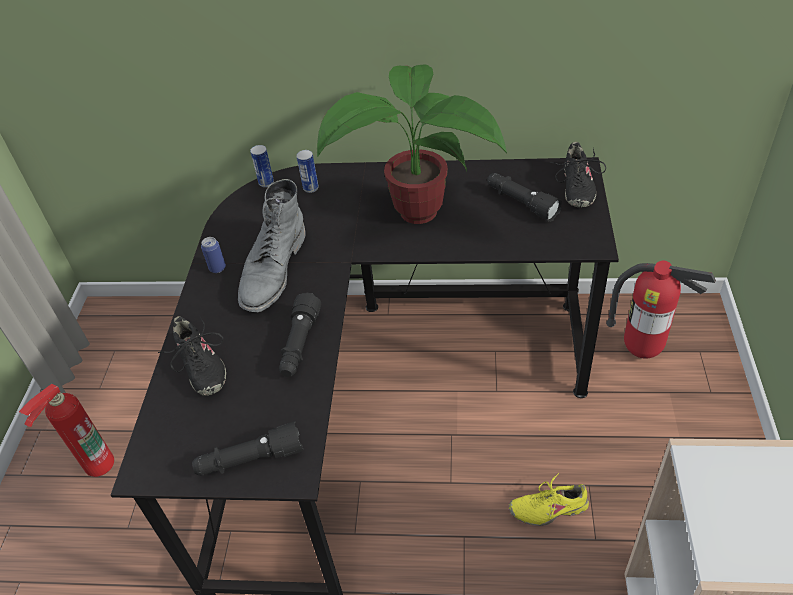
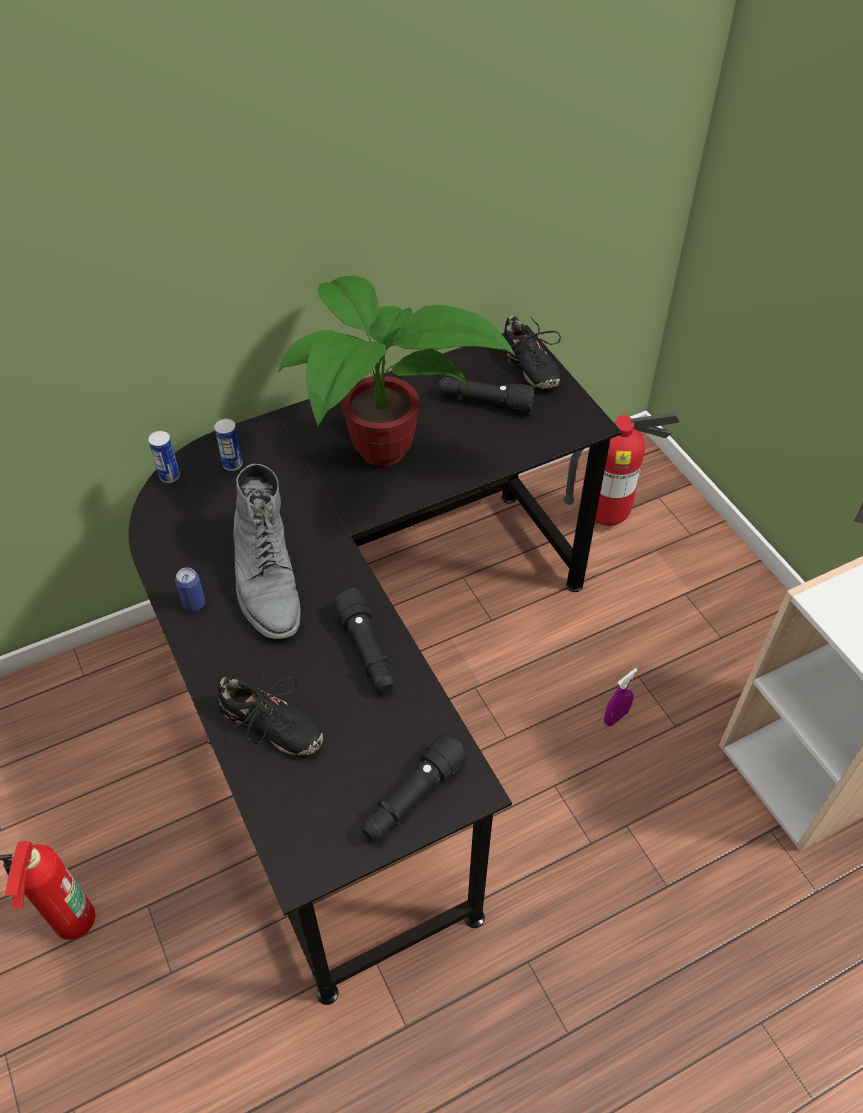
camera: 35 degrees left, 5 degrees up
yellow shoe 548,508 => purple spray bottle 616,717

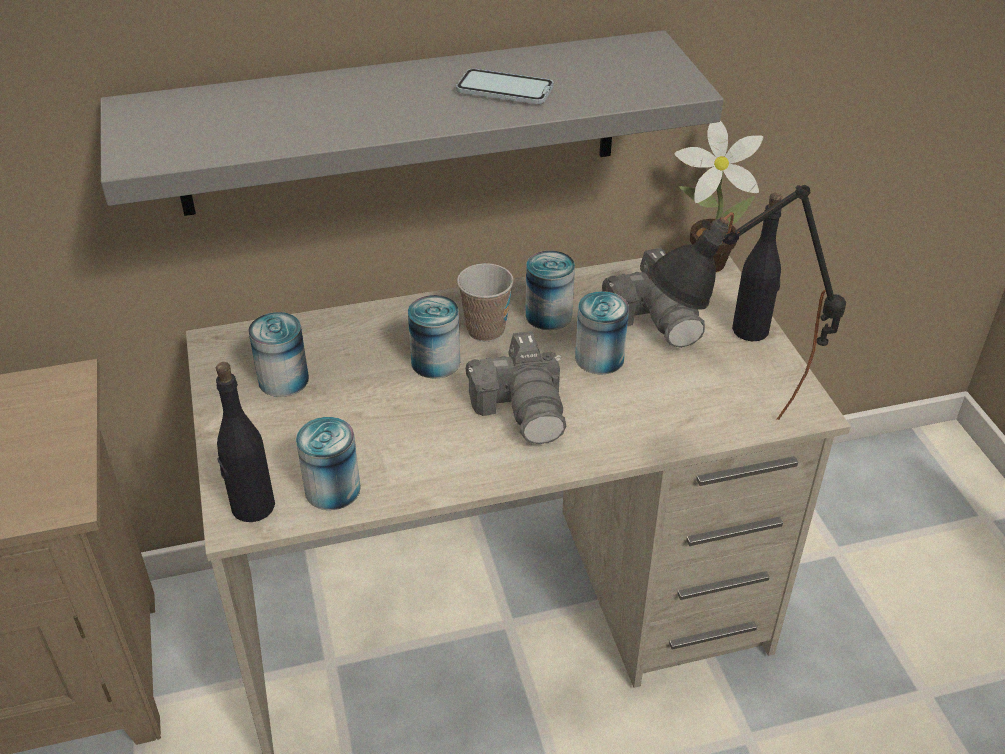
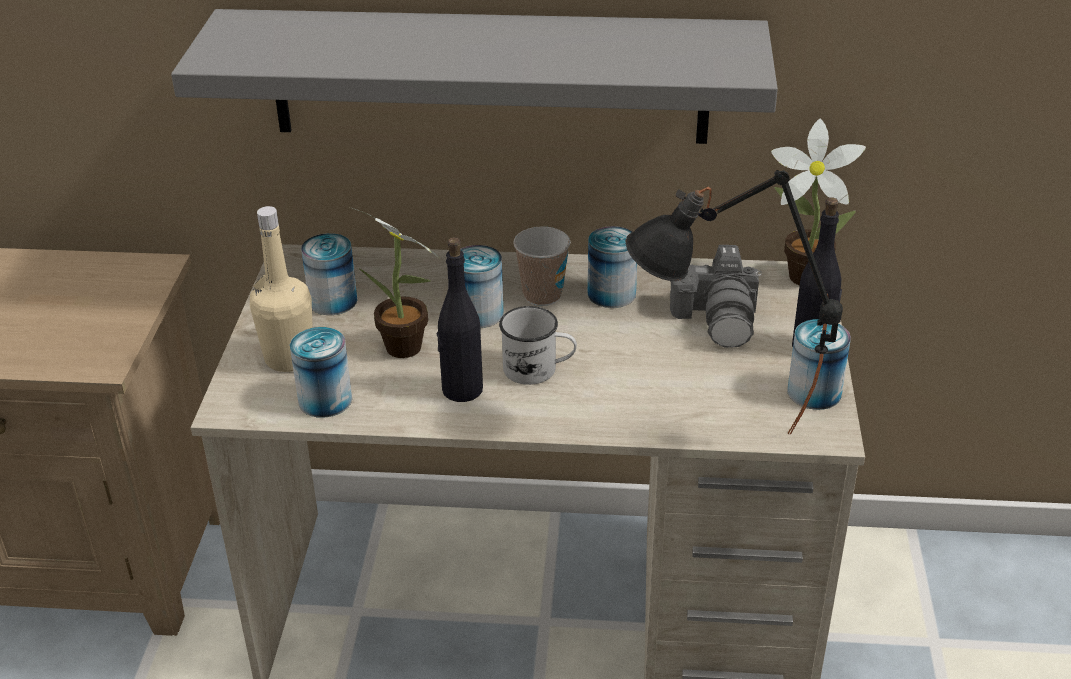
camera: 20 degrees right, 5 degrees down
phone 504,90 => nothing
nothing => beige bottle 289,358
nothing => potted plant 407,351
black bottle 252,507 => black bottle 461,390, relocated
can 599,358 => can 814,392, relocated
photo camera 523,408 => white mug 538,370

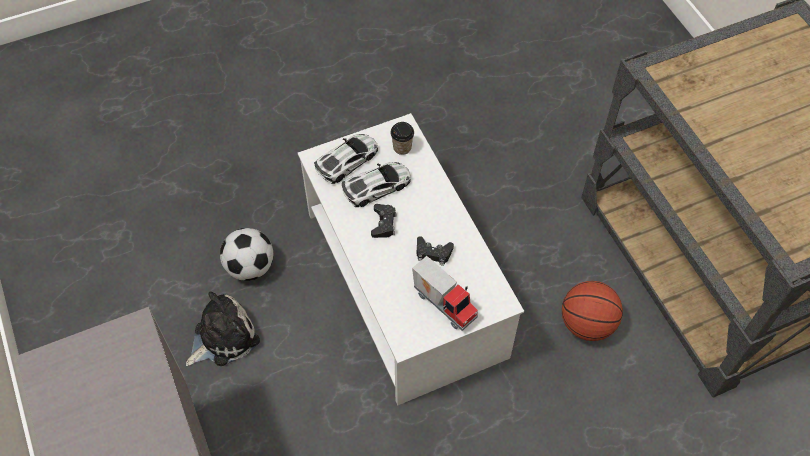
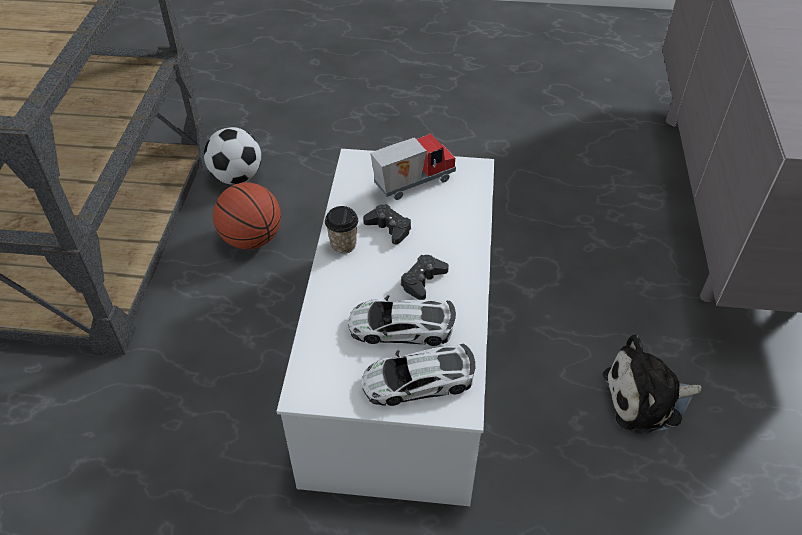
camera: 150 degrees left, 10 degrees down
football 250,267 => football 237,177, relocated
cup 402,147 => cup 343,245, relocated
toy truck 445,303 => toy truck 412,182, 75 degrees clockwise

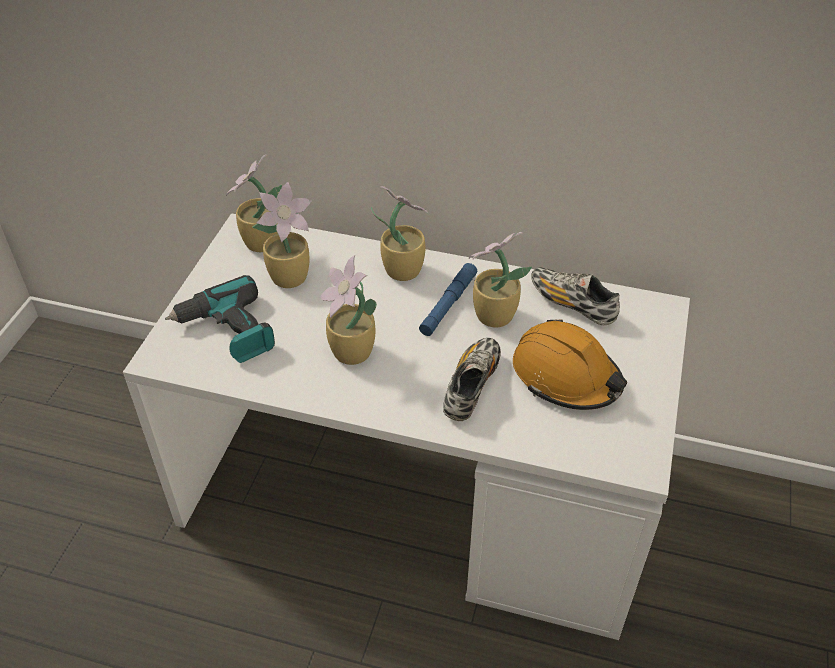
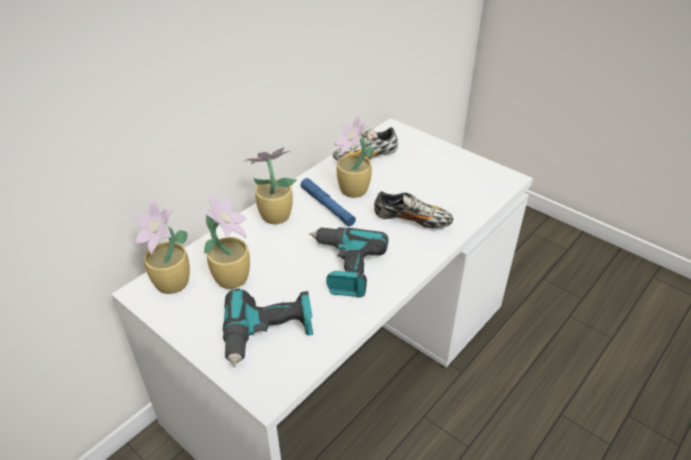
camera: 65 degrees left, 5 degrees down
orange hard hat 566,376 => nothing
potted plant 352,354 => power drill 345,267
shoe 471,386 => shoe 412,220, 150 degrees clockwise

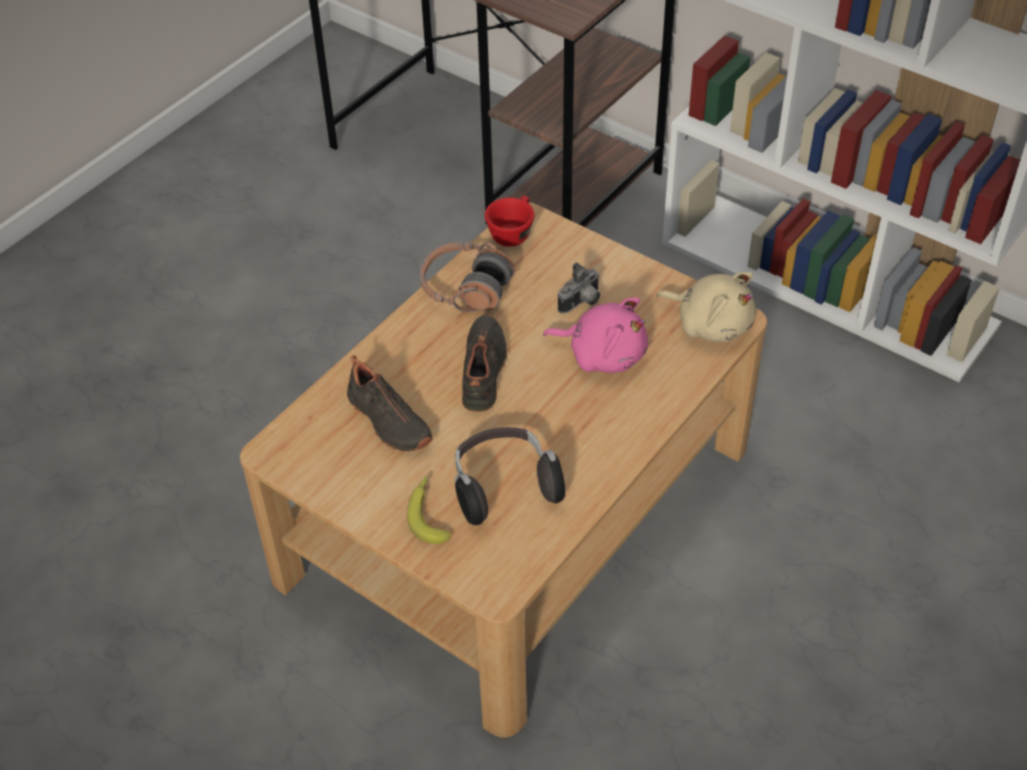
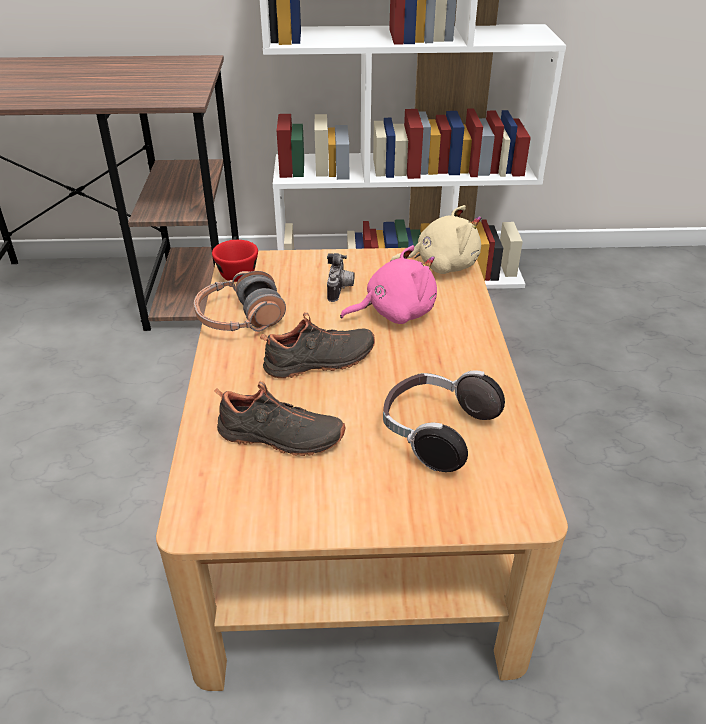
camera: 40 degrees left, 10 degrees down
banana 428,513 => nothing
black shoe 485,371 => black shoe 320,363, 105 degrees clockwise

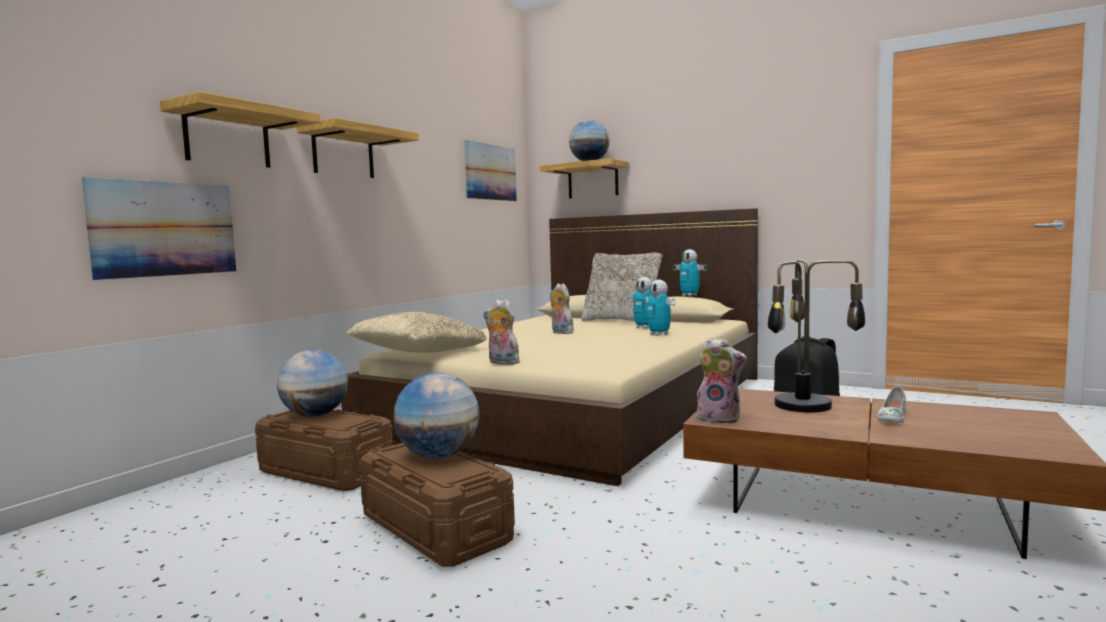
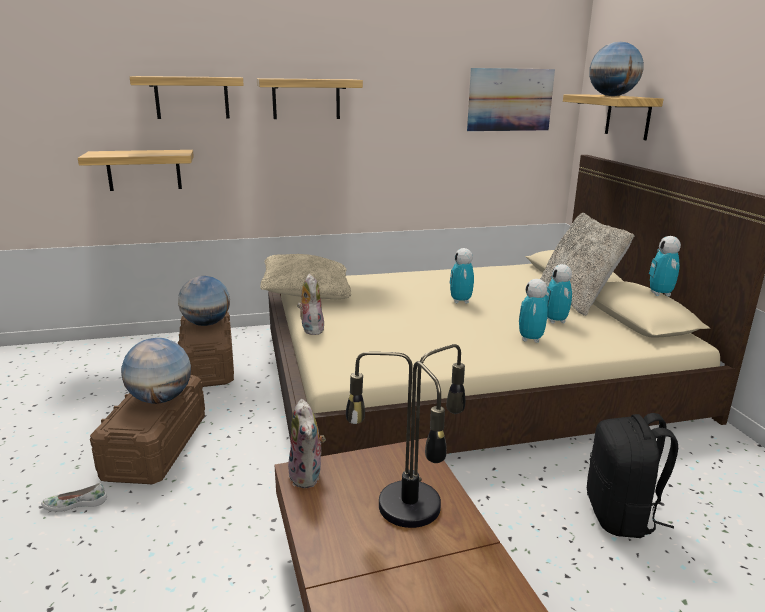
camera: 45 degrees right, 15 degrees up
white shoe 892,417 => white shoe 75,504, relocated
picture 165,229 => shelf 144,170
plush toy 560,333 => toy robot 460,301

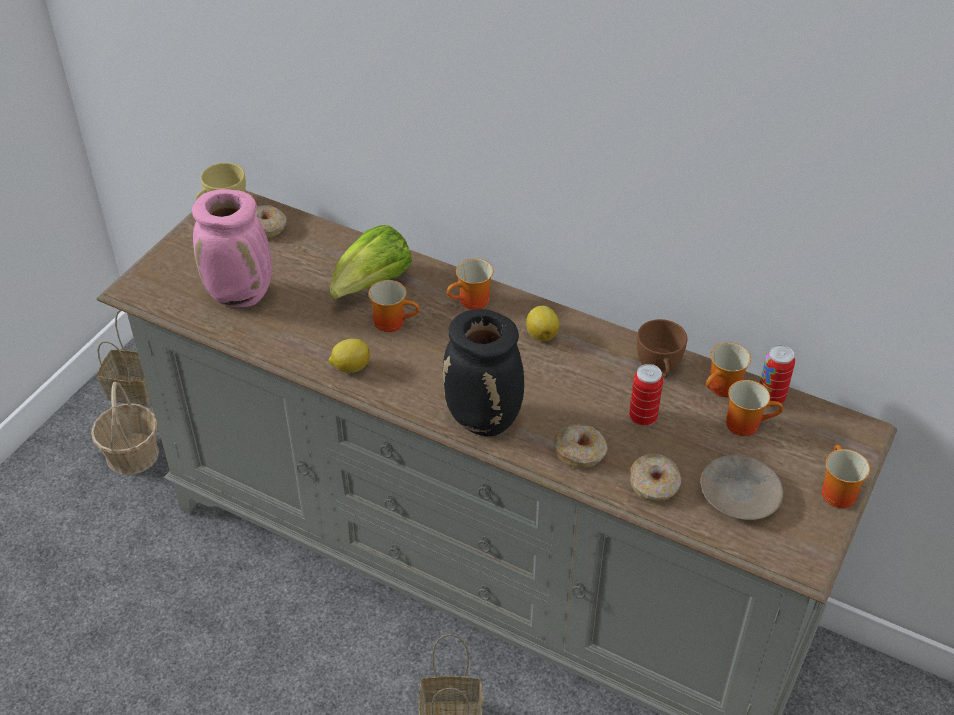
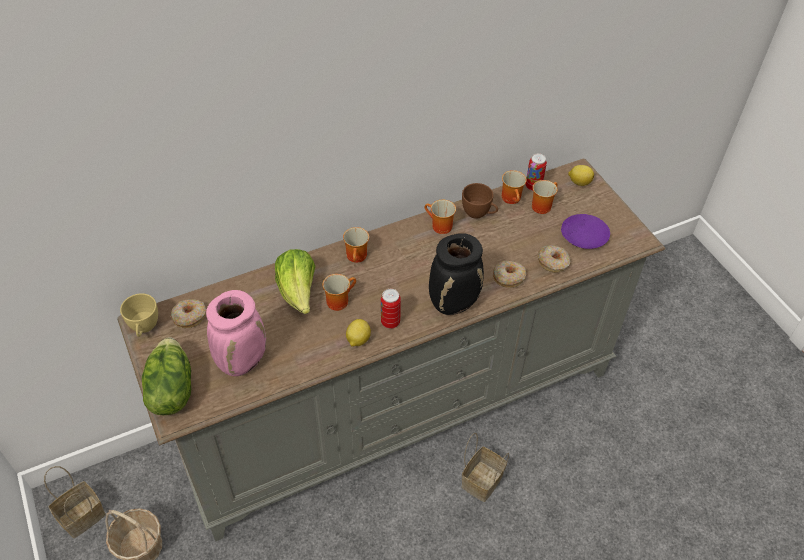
camera: 55 degrees left, 5 degrees up
nothing => lettuce 170,390
lemon 542,334 => lemon 579,182, relocated
can 643,417 => can 390,322, relocated
mug 834,491 => mug 439,226, relocated
beige plate 739,493 => purple plate 583,236

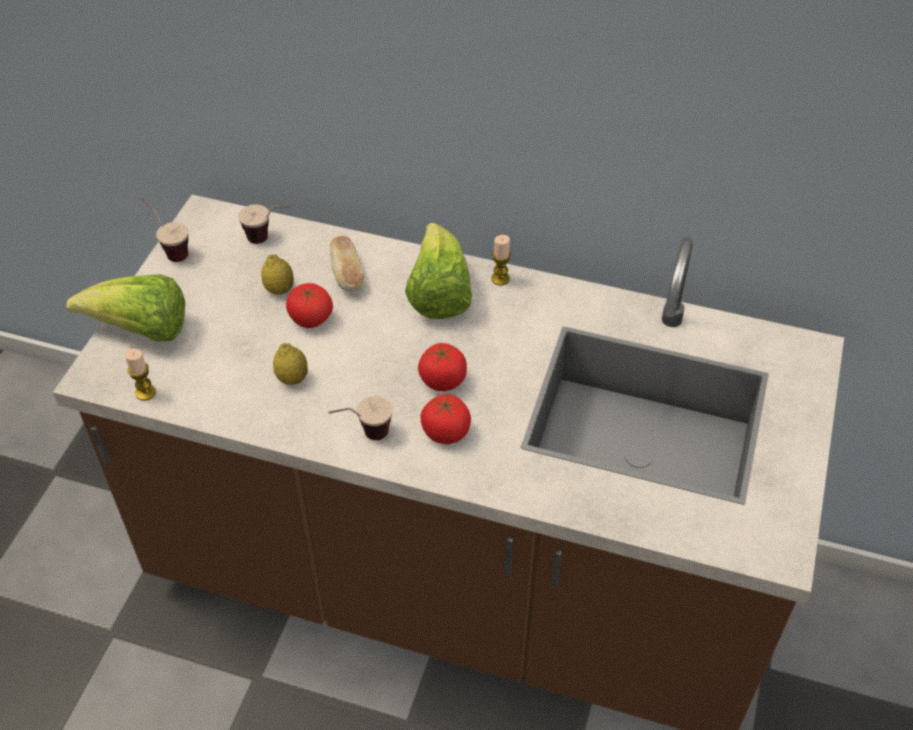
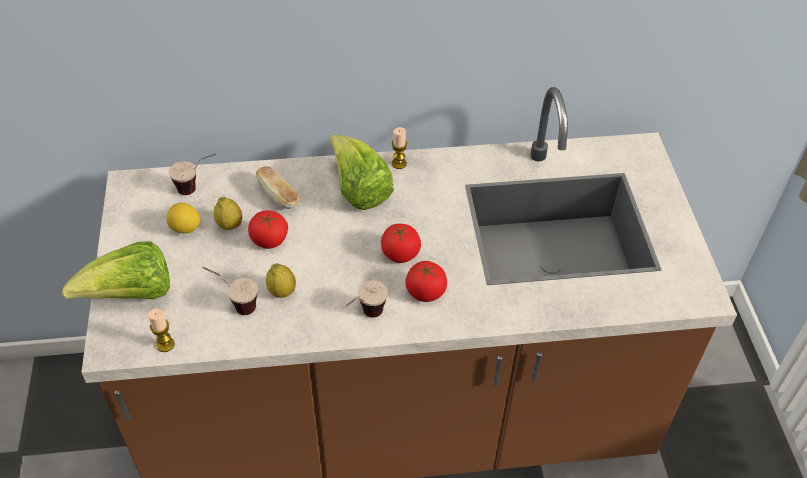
camera: 25 degrees left, 0 degrees up
nothing => lemon 185,228
cup 169,249 => cup 234,304, relocated

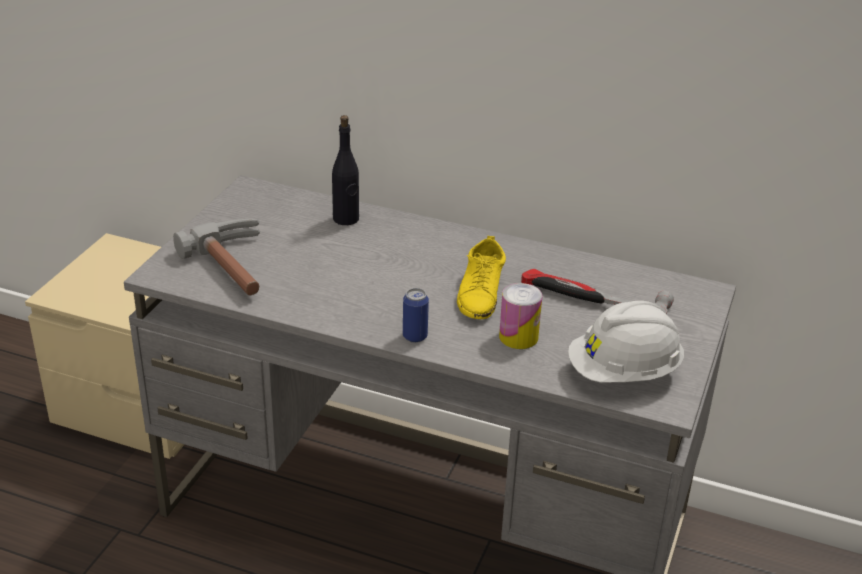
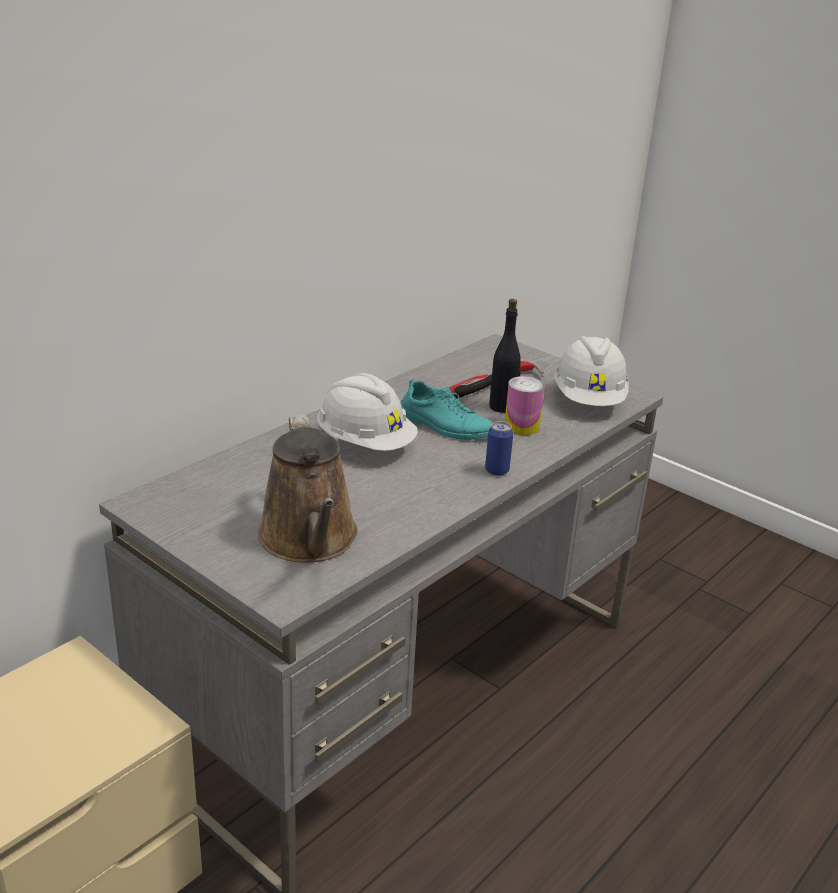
camera: 70 degrees left, 5 degrees down
nothing => white hard hat 365,444
black bottle 346,219 => black bottle 502,407, relocated
hammer 239,267 => brown watering can 310,540
yellow shoe 480,292 => turquoise shoe 445,425

